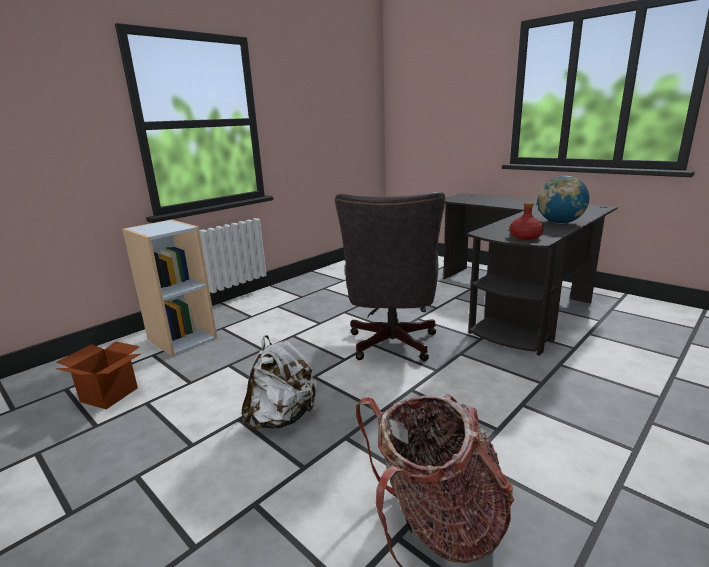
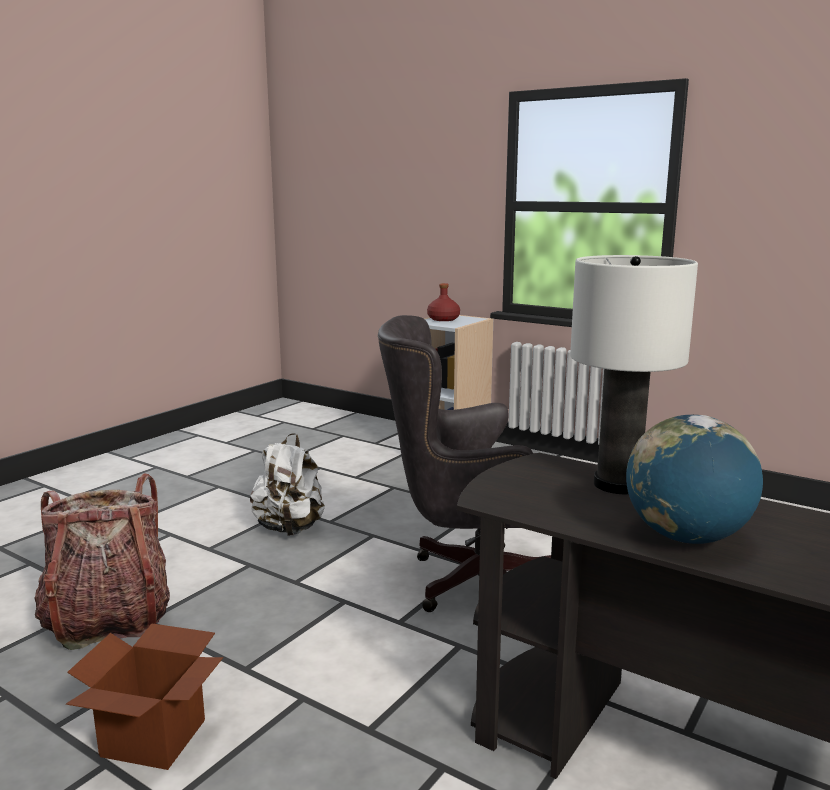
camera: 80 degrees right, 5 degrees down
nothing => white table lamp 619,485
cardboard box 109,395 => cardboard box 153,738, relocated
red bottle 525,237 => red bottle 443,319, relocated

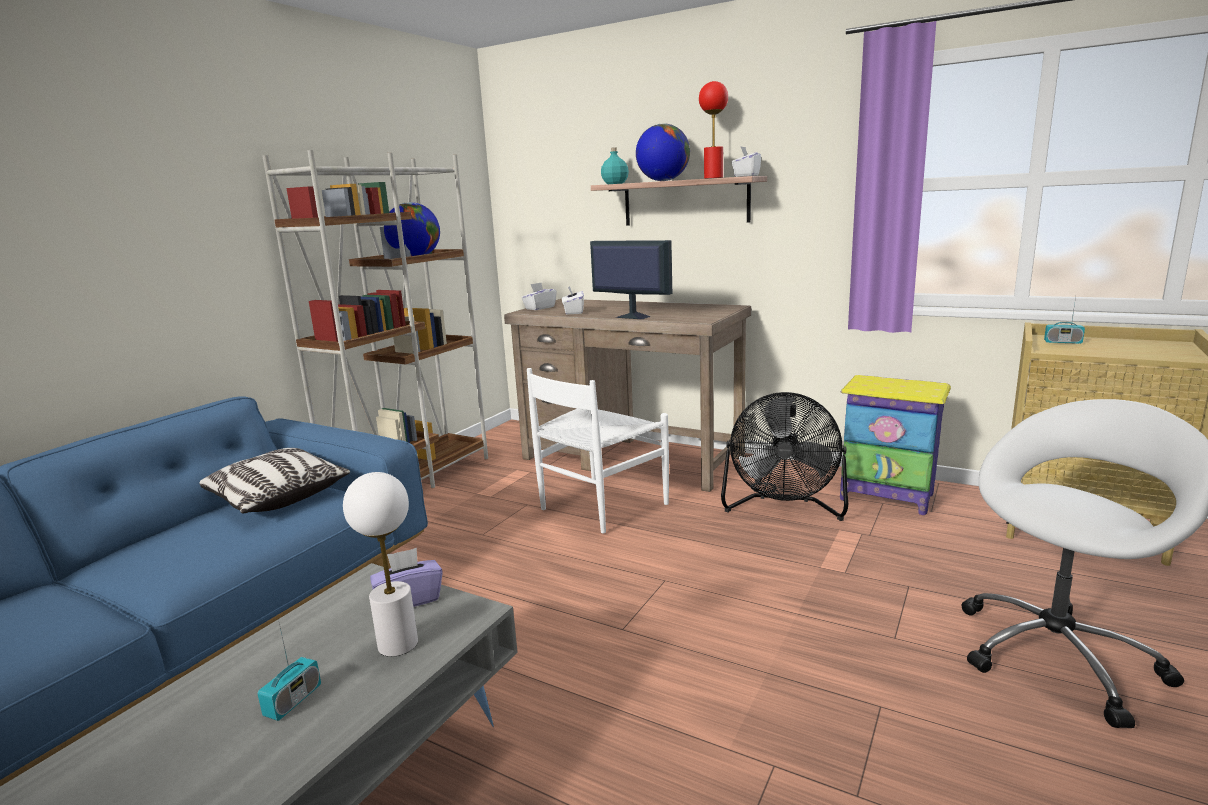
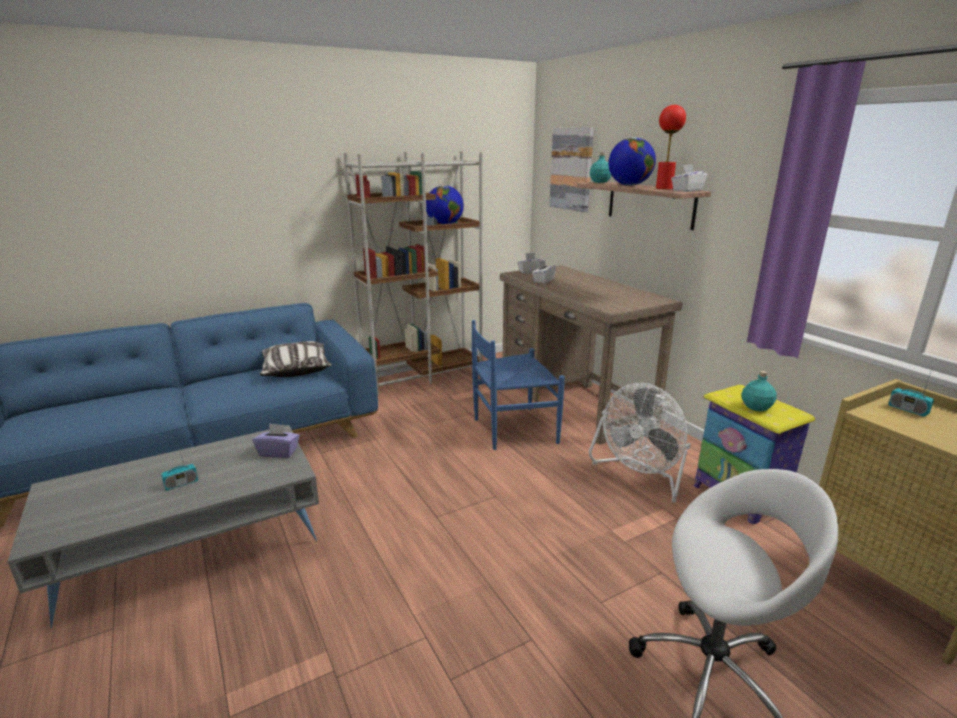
camera: 30 degrees right, 5 degrees up
white table lamp 397,644 => nothing
monitor 632,316 => nothing
nothing => picture 572,169
nothing => turquoise bottle 756,407
white chair 600,506 => blue chair 513,430
black fan 779,505 => white fan 639,473

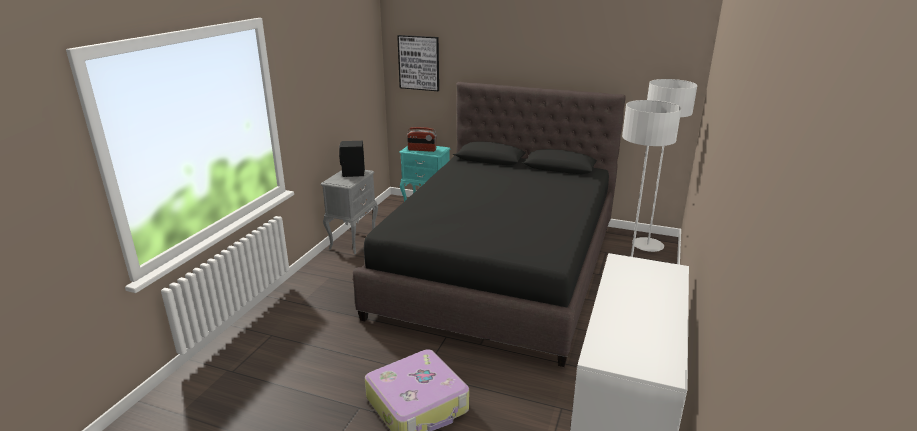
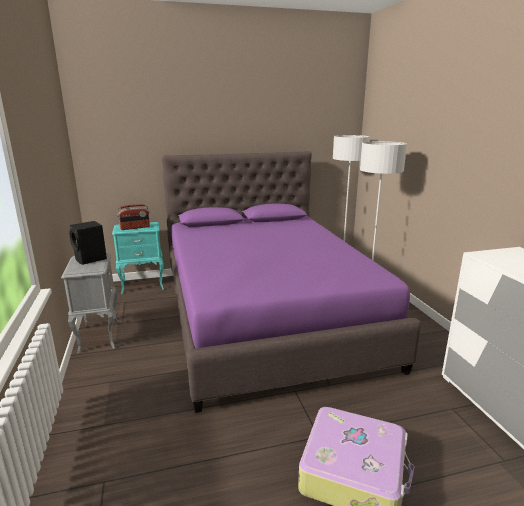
camera: 35 degrees left, 5 degrees down
picture 419,63 => nothing
black bed 501,268 => purple bed 266,315

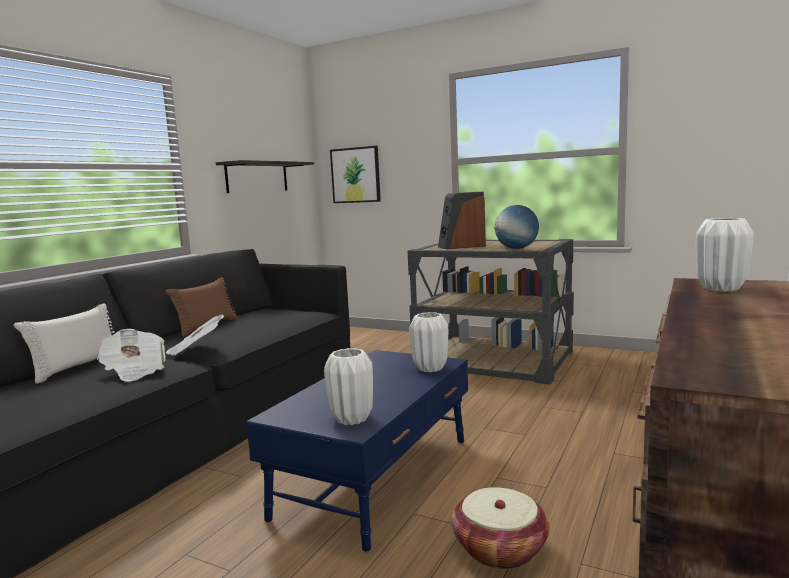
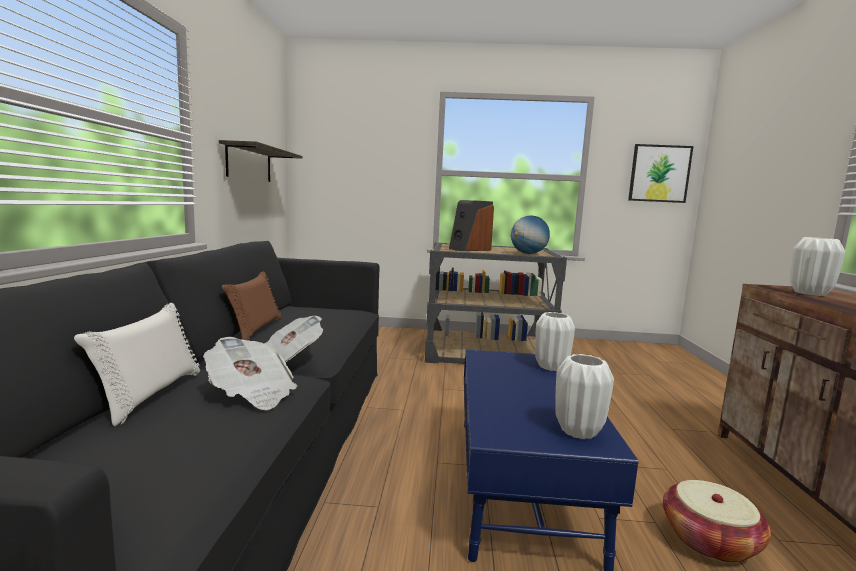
camera: 25 degrees left, 0 degrees up
picture 355,175 => picture 659,173, relocated

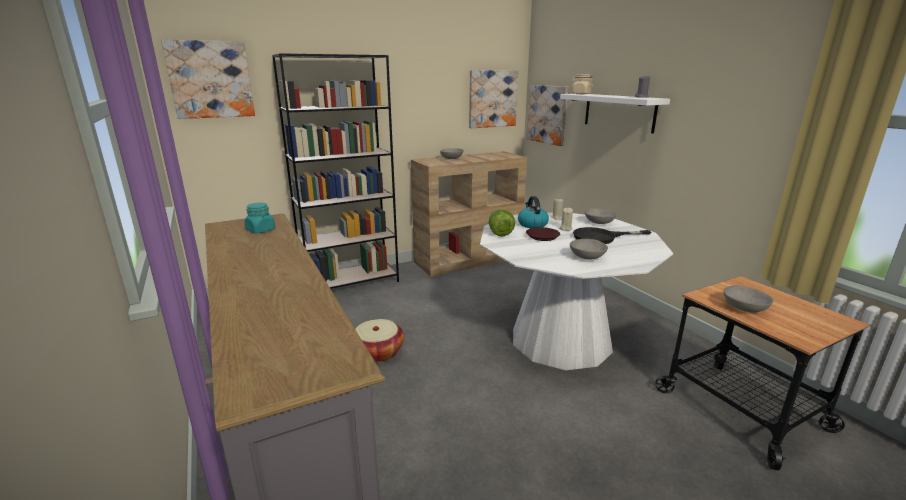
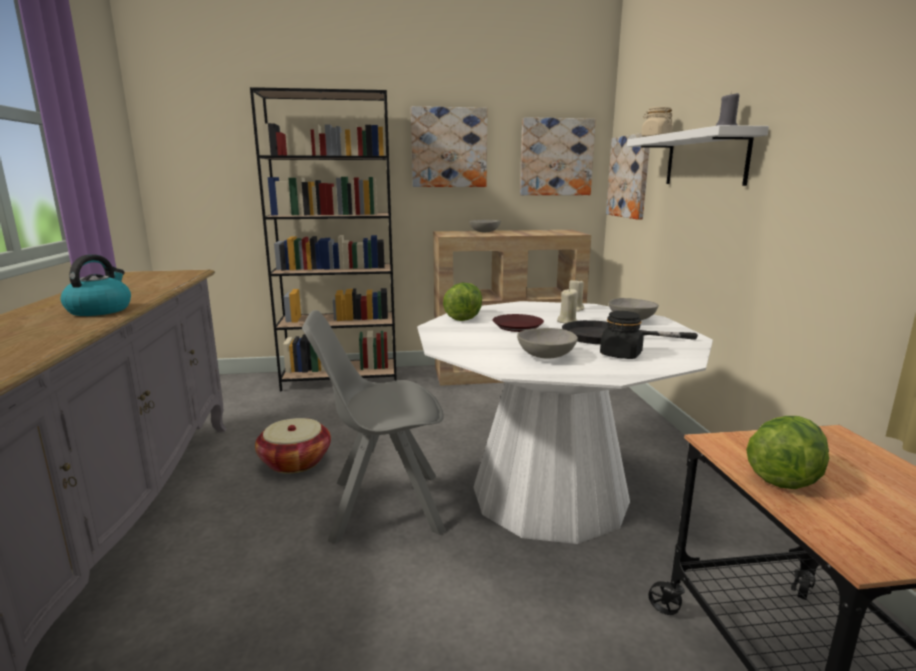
camera: 20 degrees right, 5 degrees down
turquoise jar 261,230 => nothing
nothing => grey chair 382,506
nothing => black jar 620,355
picture 210,80 => picture 449,148, relocated
kettle 532,224 => kettle 100,310, relocated
grey bowl 743,308 => lettuce 784,475

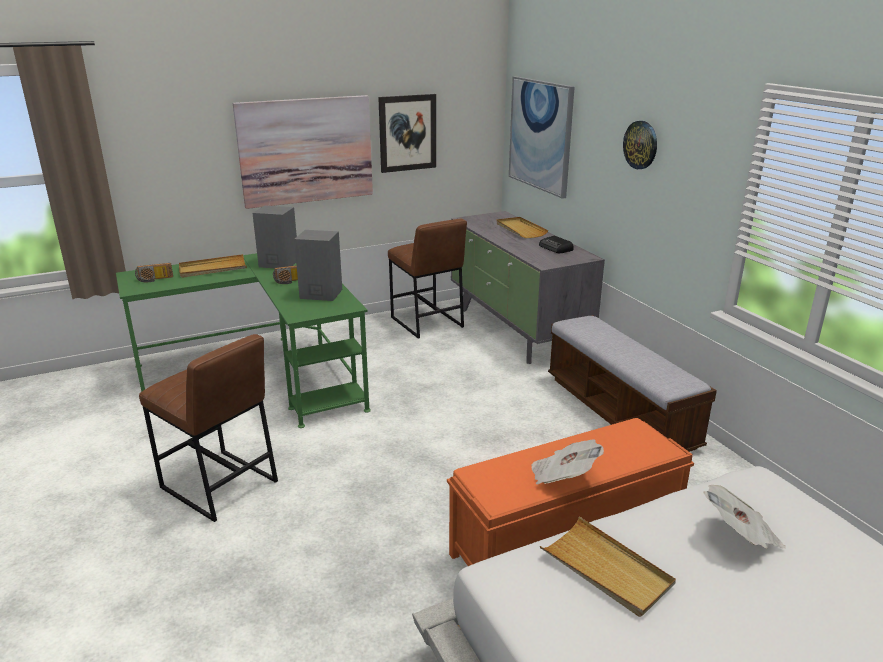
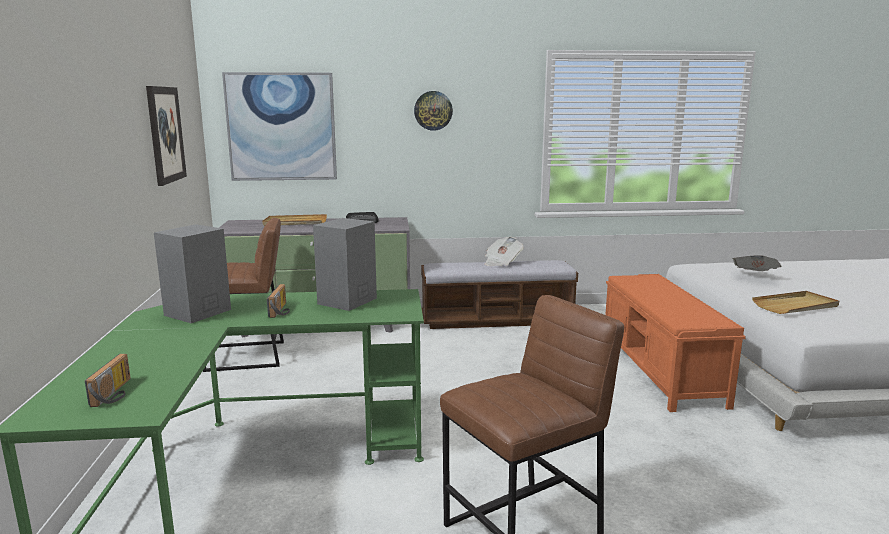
camera: 70 degrees left, 10 degrees down
beige tray 212,269 => nothing
picture 306,151 => nothing
newspaper 563,477 => newspaper 501,262, relocated

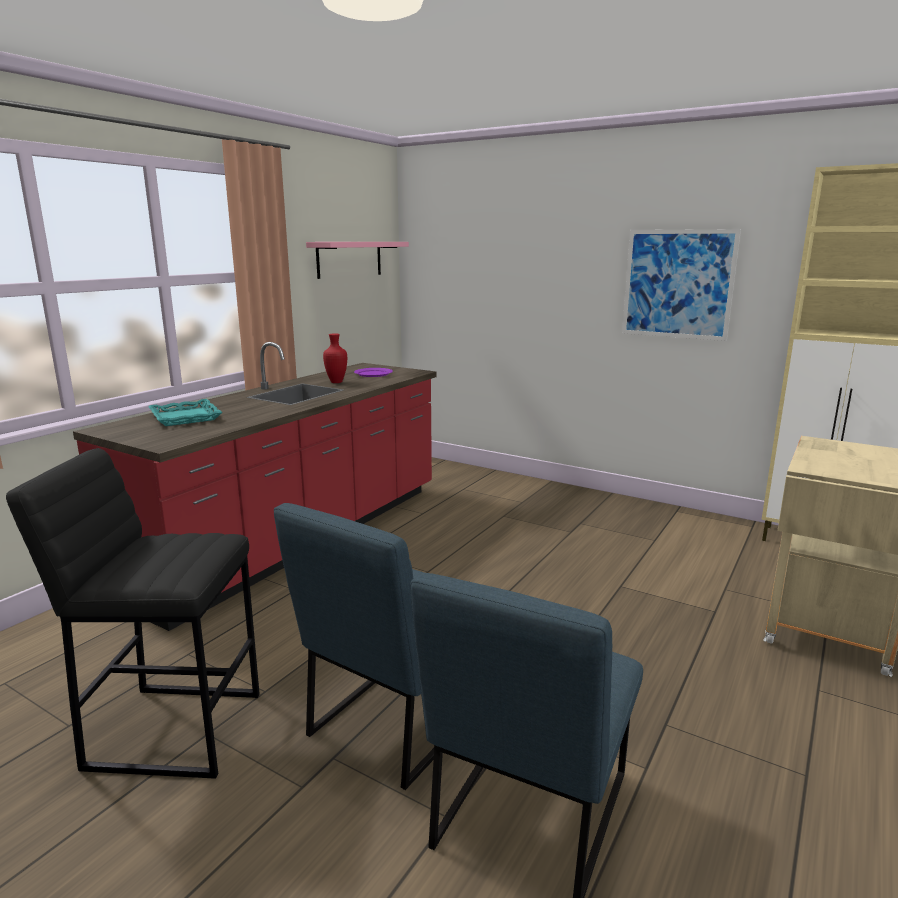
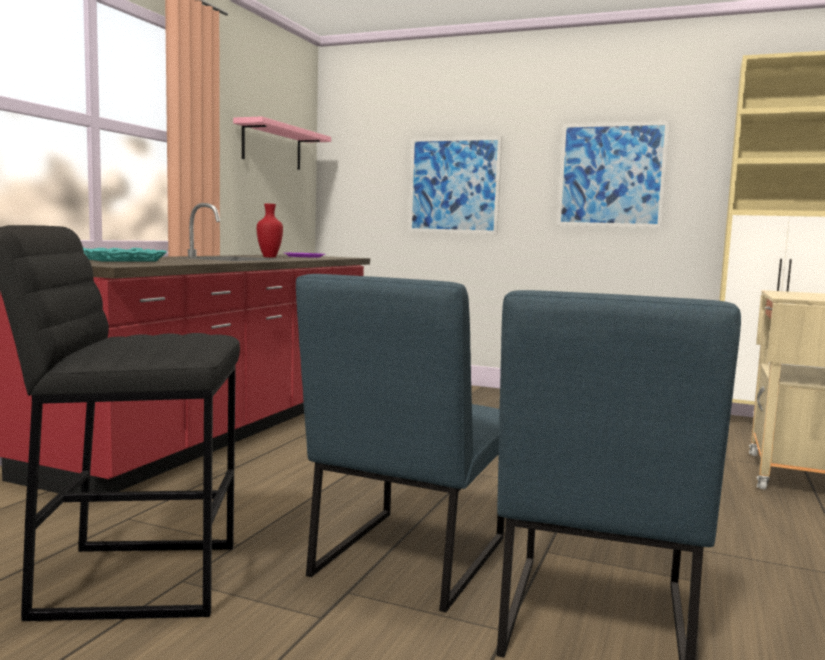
camera: 10 degrees left, 10 degrees down
nothing => picture 454,185

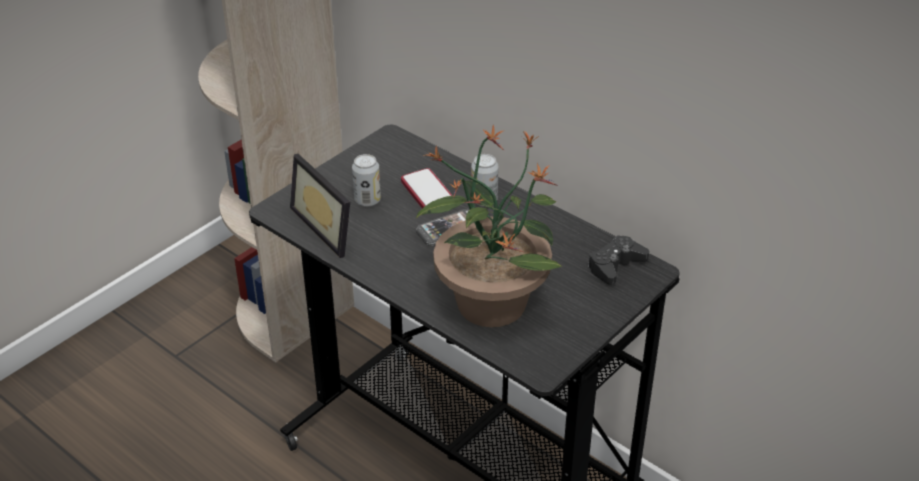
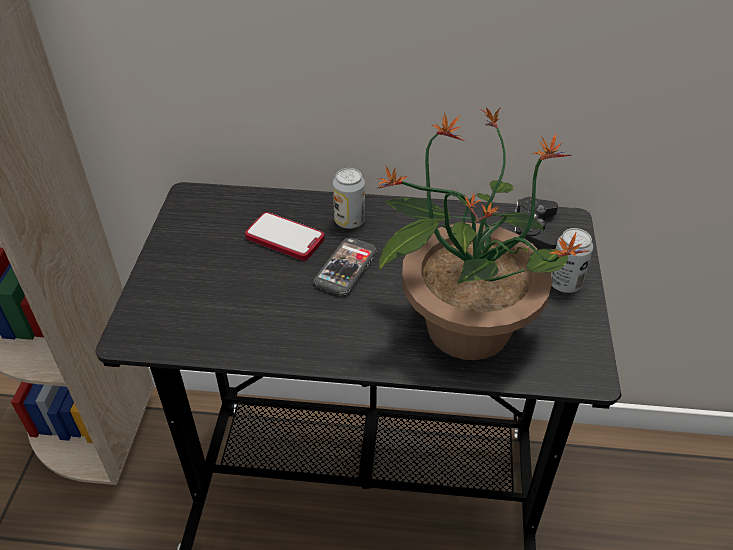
camera: 35 degrees left, 5 degrees up
picture frame 330,226 => nothing
can 367,200 => can 564,283, relocated

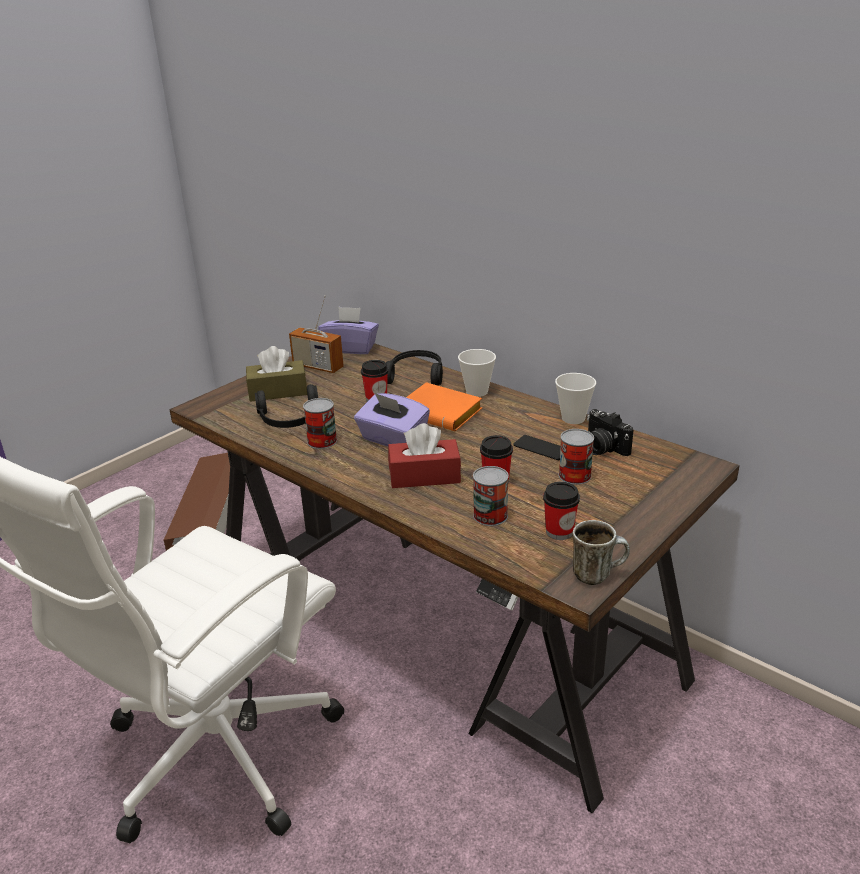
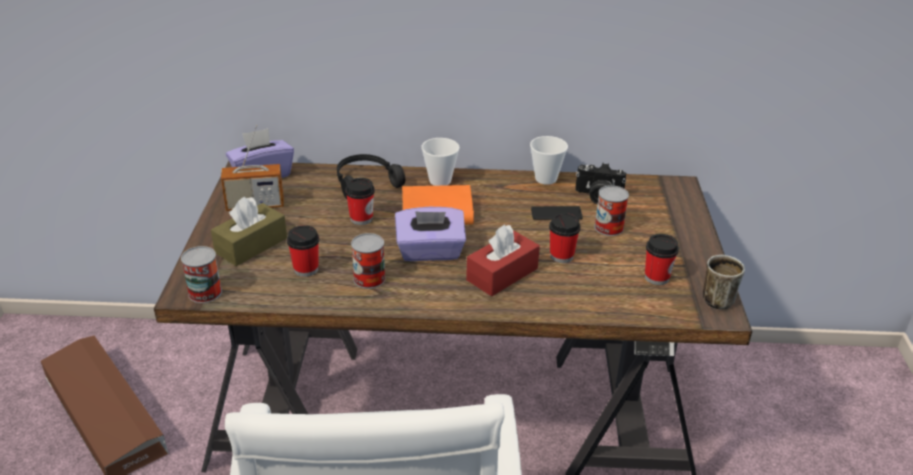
camera: 40 degrees left, 5 degrees up
can 490,515 => can 205,292, relocated
black headphones 289,419 => cup 306,269

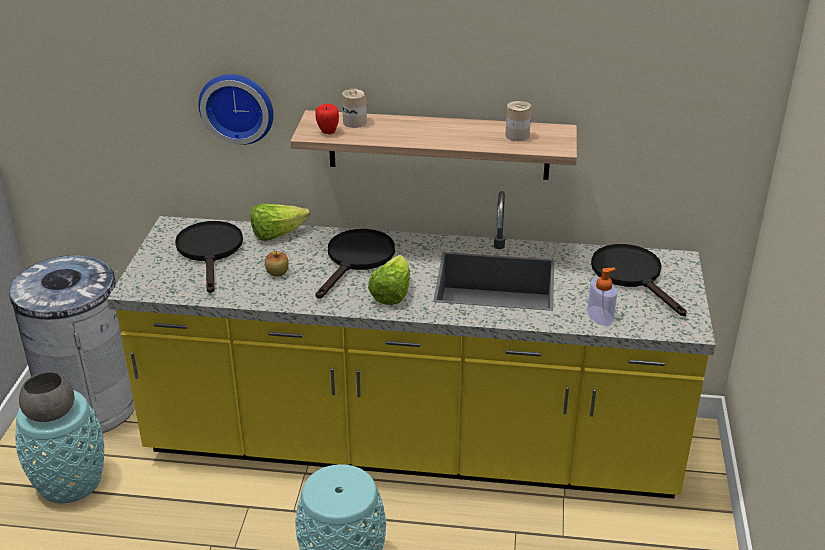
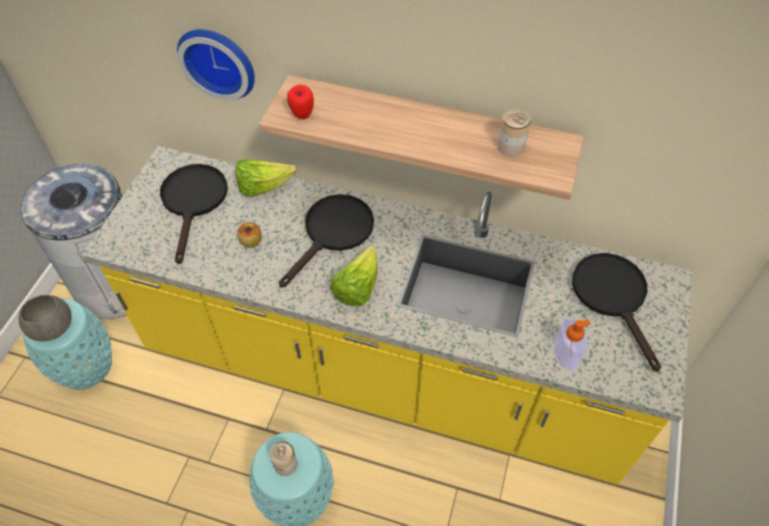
camera: 10 degrees right, 20 degrees up
can 354,122 => can 285,464, relocated

